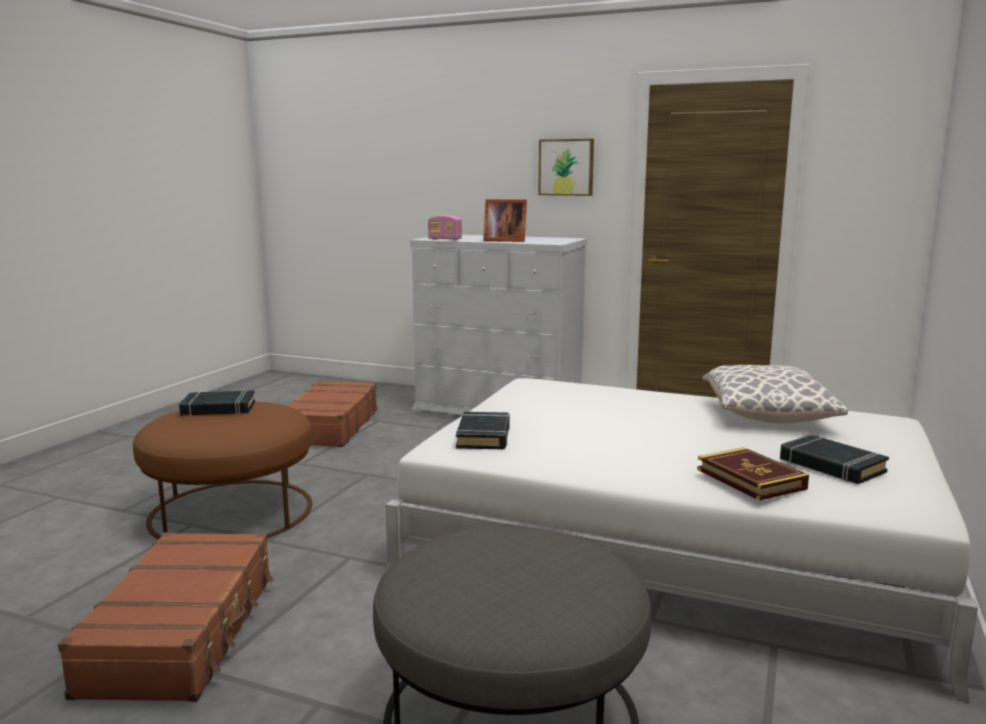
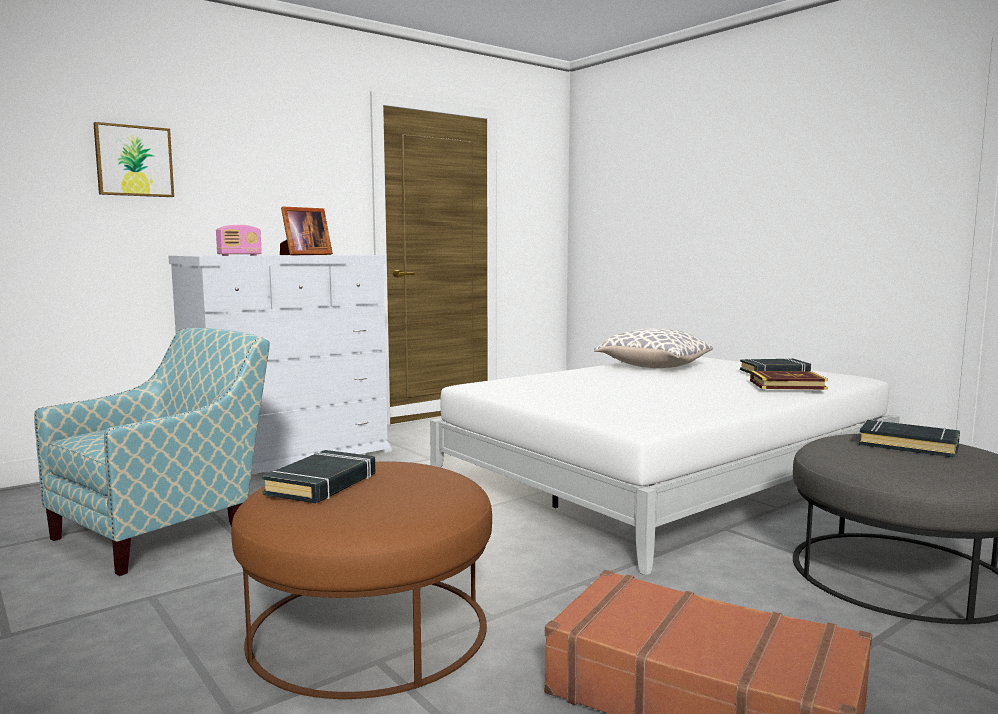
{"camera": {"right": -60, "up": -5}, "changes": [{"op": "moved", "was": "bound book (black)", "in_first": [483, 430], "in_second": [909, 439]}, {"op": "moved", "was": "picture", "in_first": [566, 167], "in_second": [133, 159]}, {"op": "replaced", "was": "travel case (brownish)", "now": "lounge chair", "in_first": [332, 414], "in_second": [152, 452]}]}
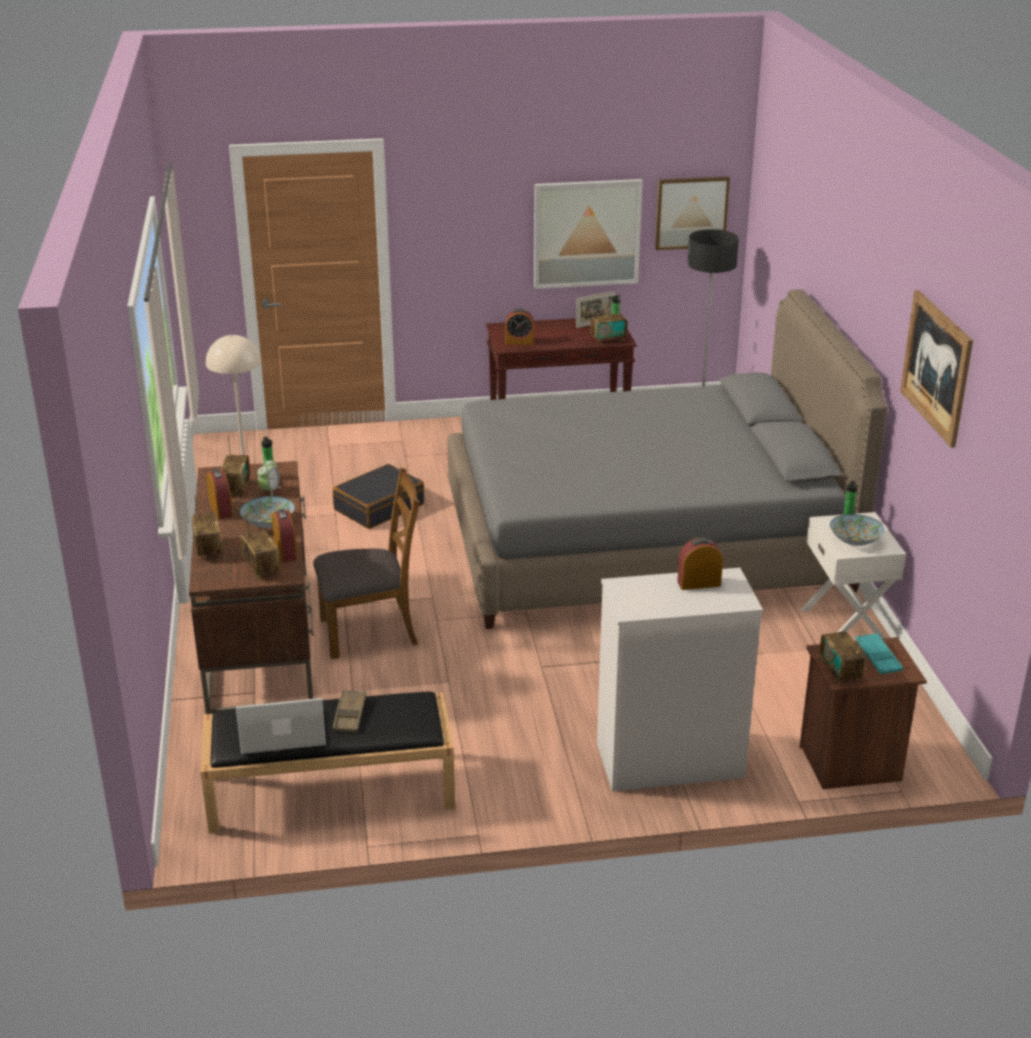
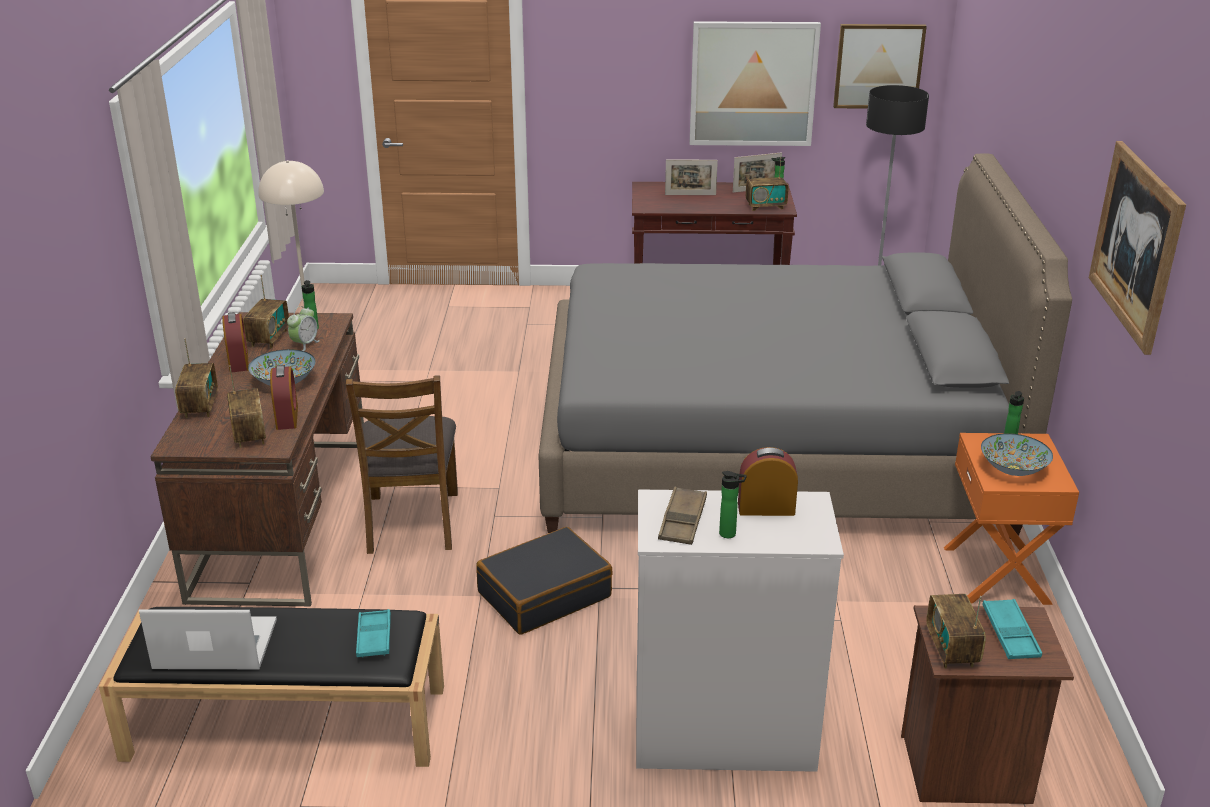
{"camera": {"right": 10, "up": 0}, "changes": [{"op": "removed", "was": "alarm clock", "in_first": [519, 326]}, {"op": "added", "now": "tray (turquoise-coloured)", "in_second": [373, 633]}, {"op": "added", "now": "photo frame", "in_second": [691, 177]}, {"op": "added", "now": "bottle", "in_second": [733, 504]}, {"op": "moved", "was": "travel case (black)", "in_first": [378, 496], "in_second": [544, 581]}, {"op": "moved", "was": "tray (brownish)", "in_first": [349, 711], "in_second": [682, 516]}, {"op": "recoloured", "was": "bedside table (whitish)", "now": "bedside table (orangey)", "in_first": [853, 575], "in_second": [1011, 519]}, {"op": "turned", "was": "plain chair (brownish)", "in_first": [366, 563], "in_second": [402, 464], "clockwise": 90}]}
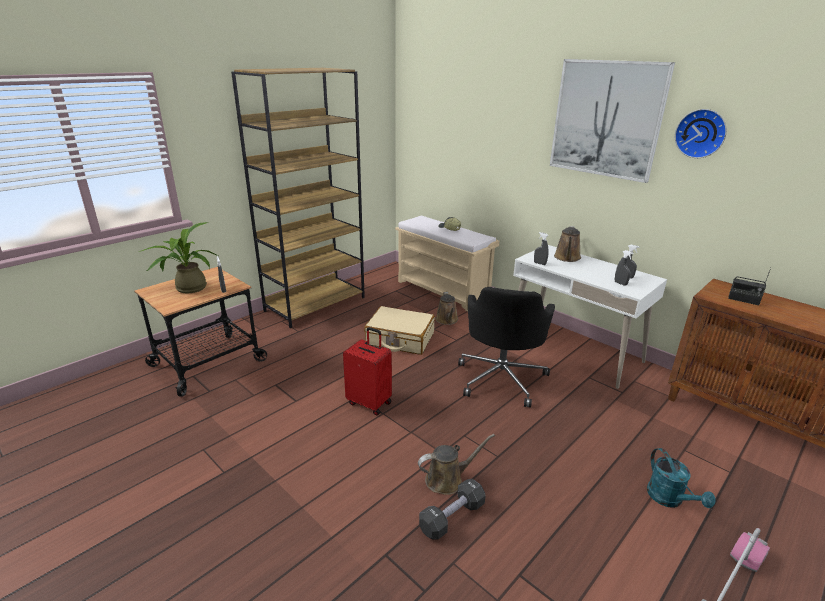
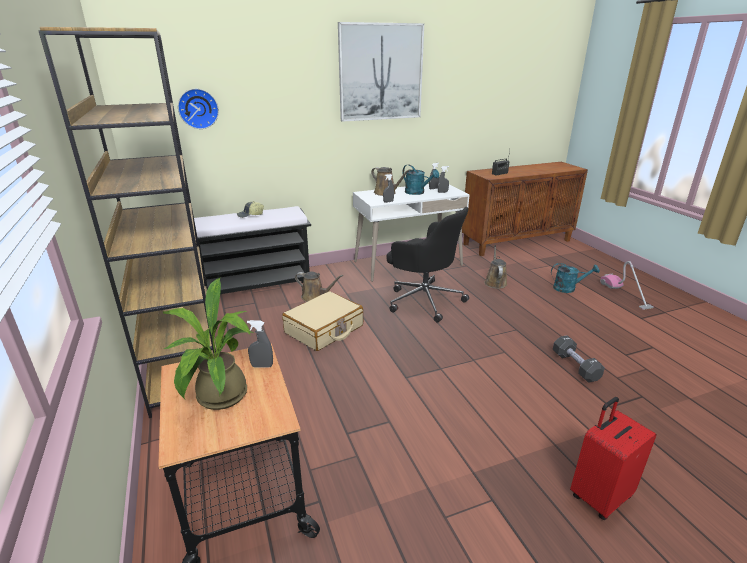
{"camera": {"right": -65, "up": 0}, "changes": [{"op": "added", "now": "sprinkling can (turquoise-coloured)", "in_second": [420, 180]}, {"op": "moved", "was": "travel case (reddish)", "in_first": [367, 371], "in_second": [613, 458]}, {"op": "moved", "was": "sprinkling can (brownish)", "in_first": [456, 464], "in_second": [495, 267]}, {"op": "moved", "was": "wall clock", "in_first": [701, 133], "in_second": [198, 109]}, {"op": "recoloured", "was": "bench (beige-coloured)", "now": "bench (black)", "in_first": [447, 264], "in_second": [252, 250]}]}
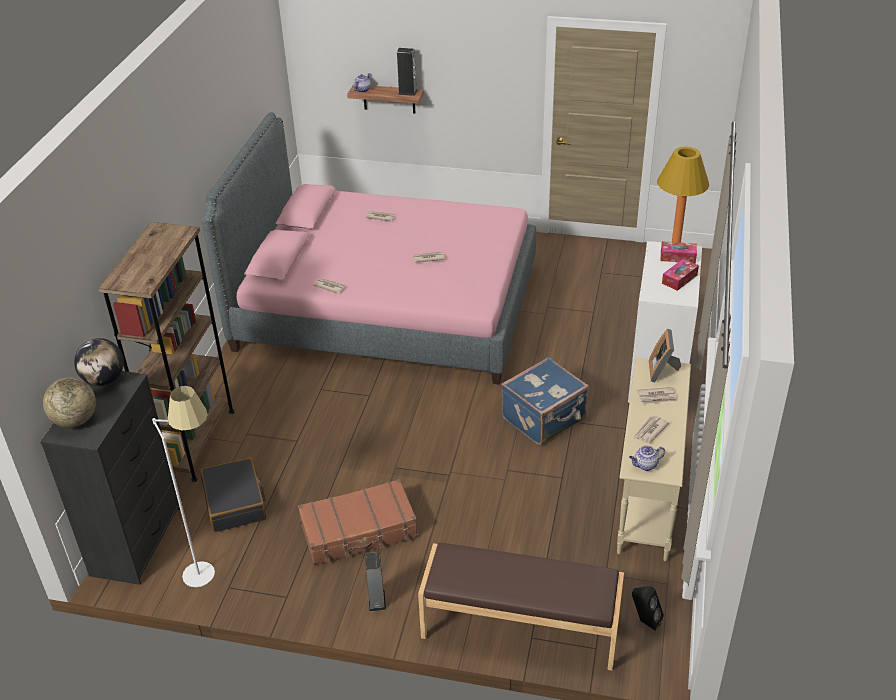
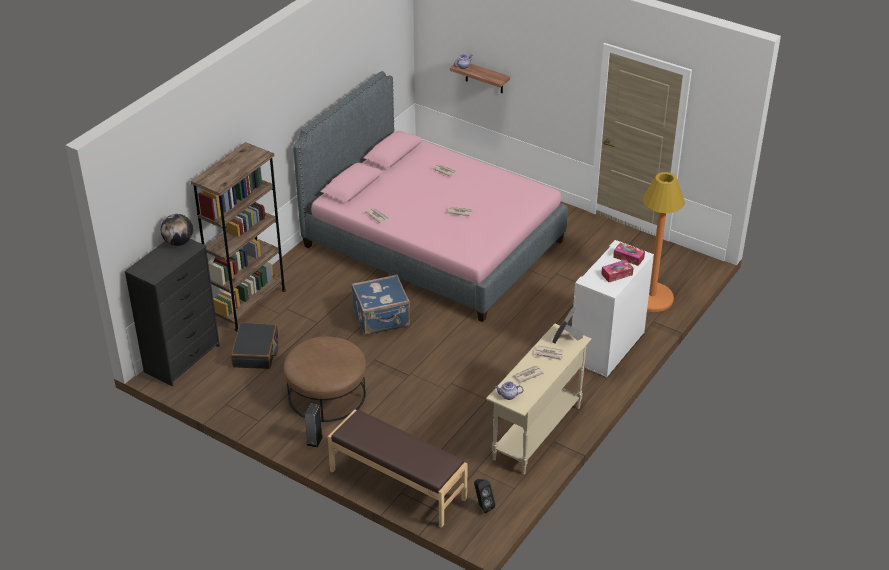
{"camera": {"right": 20, "up": 0}, "changes": [{"op": "removed", "was": "world globe", "in_first": [69, 402]}, {"op": "removed", "was": "standard lamp (whitish)", "in_first": [183, 486]}, {"op": "removed", "was": "speaker", "in_first": [407, 72]}, {"op": "moved", "was": "travel case (bluish)", "in_first": [545, 401], "in_second": [380, 304]}, {"op": "replaced", "was": "travel case (brownish)", "now": "footrest (brownish)", "in_first": [358, 522], "in_second": [325, 379]}]}
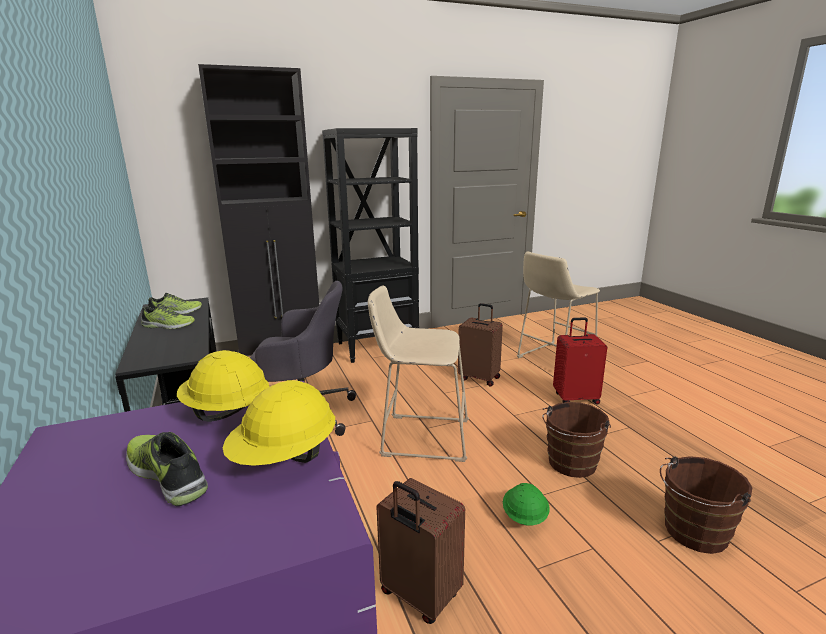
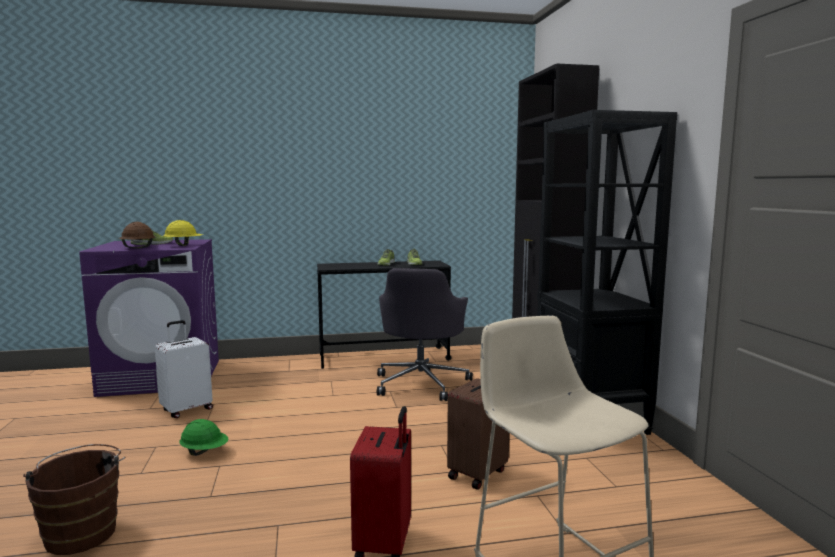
{"camera": {"right": 100, "up": -10}, "changes": [{"op": "removed", "was": "sitting stool (beige-coloured)", "in_first": [418, 374]}, {"op": "removed", "was": "bucket (brownish)", "in_first": [576, 440]}, {"op": "recoloured", "was": "safety helmet (yellowish)", "now": "safety helmet (brownish)", "in_first": [279, 423], "in_second": [137, 235]}, {"op": "recoloured", "was": "travel case (brownish)", "now": "travel case (whitish)", "in_first": [420, 551], "in_second": [184, 369]}]}
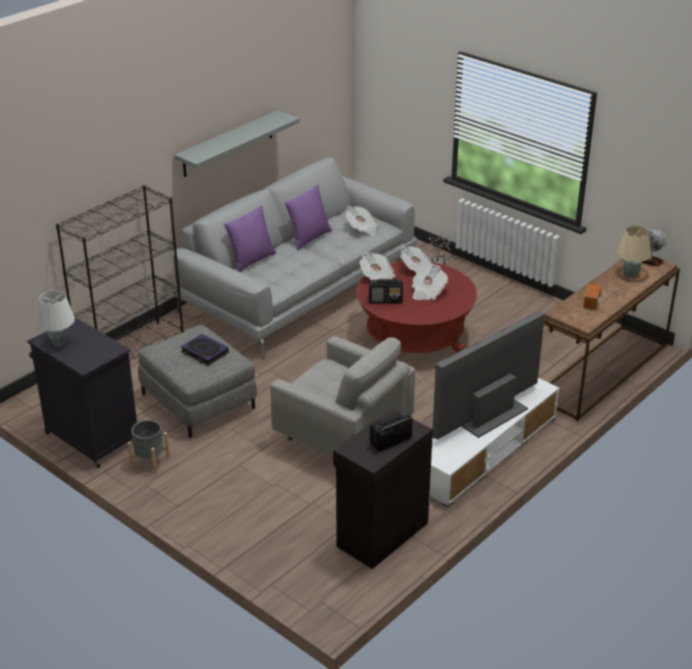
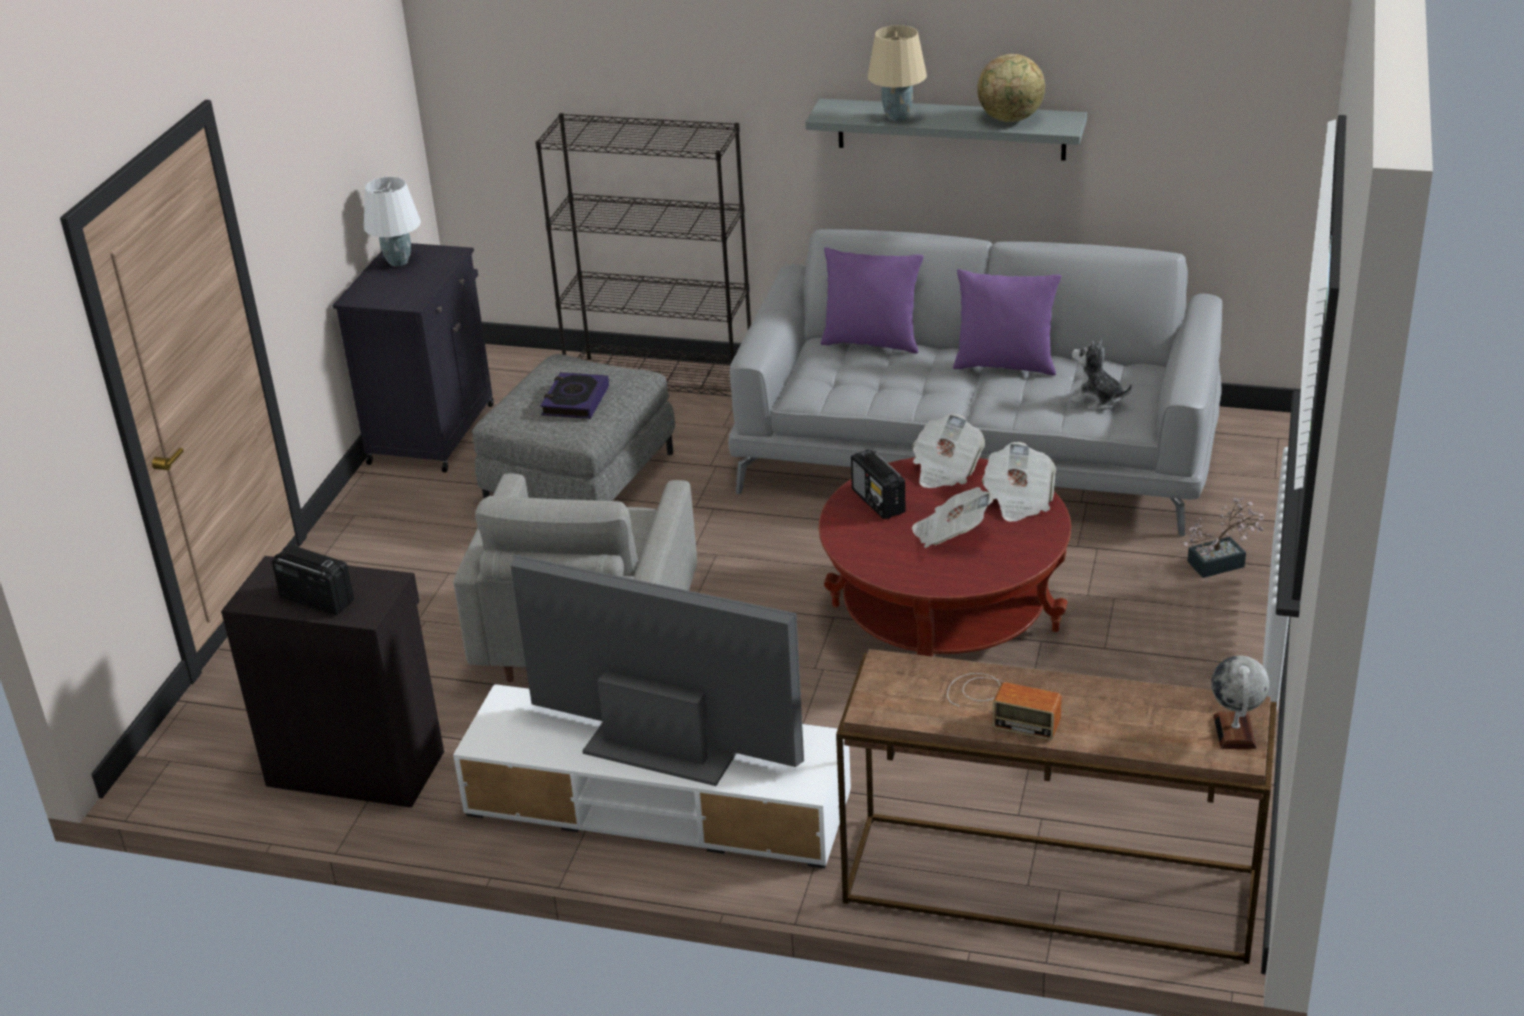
{"camera": {"right": 65, "up": 0}, "changes": [{"op": "removed", "was": "planter (grey)", "in_first": [149, 447]}, {"op": "added", "now": "world globe", "in_second": [1011, 88]}, {"op": "moved", "was": "tabletop lamp (beige-coloured)", "in_first": [634, 251], "in_second": [897, 73]}, {"op": "replaced", "was": "newspaper", "now": "plush toy", "in_first": [362, 221], "in_second": [1101, 374]}, {"op": "turned", "was": "radio set", "in_first": [603, 296], "in_second": [1004, 706], "clockwise": -150}]}
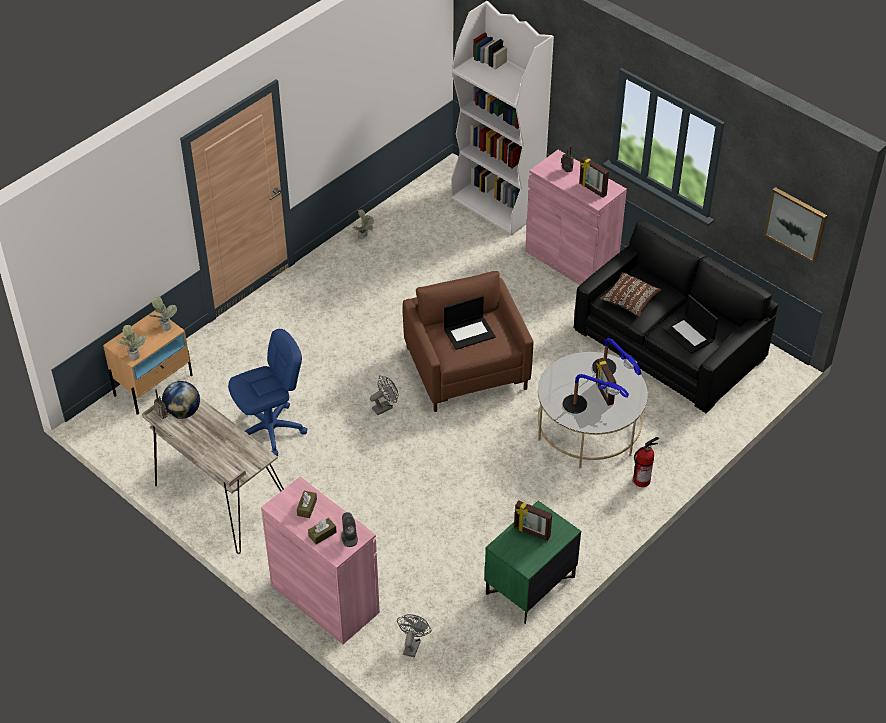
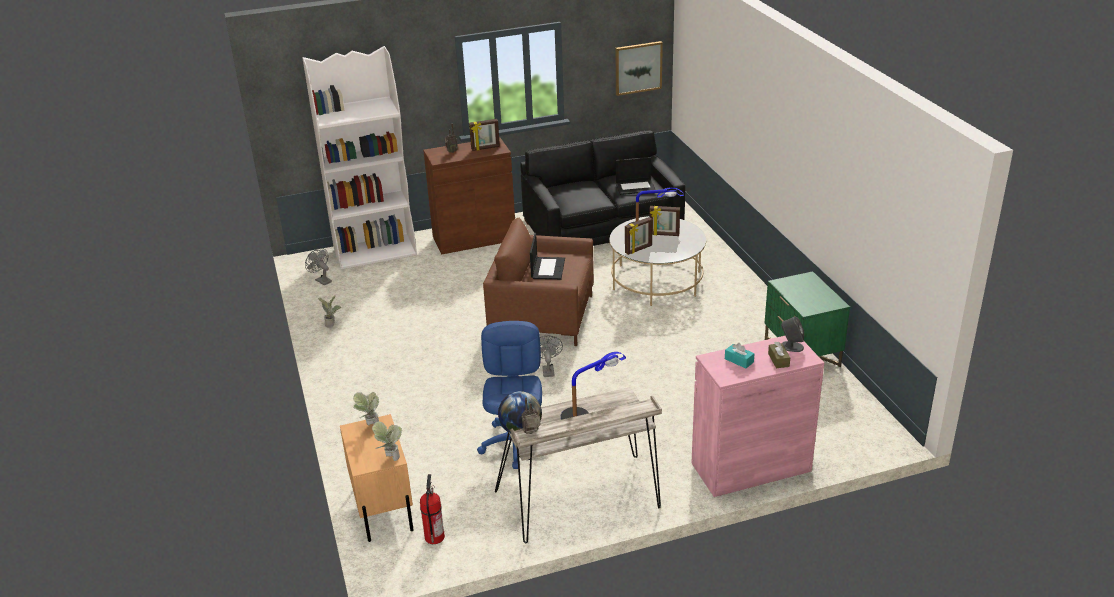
{"camera": {"right": -60, "up": -15}, "changes": [{"op": "removed", "was": "pillow (brownish)", "in_first": [630, 295]}, {"op": "moved", "was": "electric fan (grey)", "in_first": [414, 636], "in_second": [318, 266]}, {"op": "moved", "was": "photo frame", "in_first": [533, 520], "in_second": [638, 236]}, {"op": "moved", "was": "tabletop lamp", "in_first": [596, 394], "in_second": [593, 386]}, {"op": "moved", "was": "extinguisher", "in_first": [646, 462], "in_second": [432, 509]}, {"op": "recoloured", "was": "tissue holder (brownish)", "now": "tissue holder (turquoise-coloured)", "in_first": [307, 504], "in_second": [739, 355]}, {"op": "recoloured", "was": "cabinet (pink)", "now": "cabinet (brownish)", "in_first": [576, 217], "in_second": [469, 196]}]}
